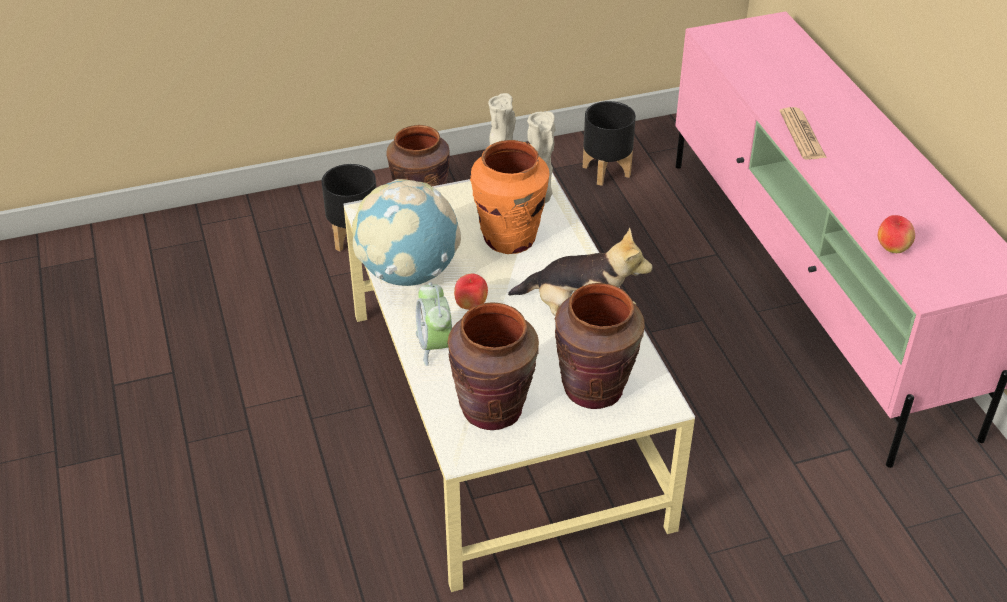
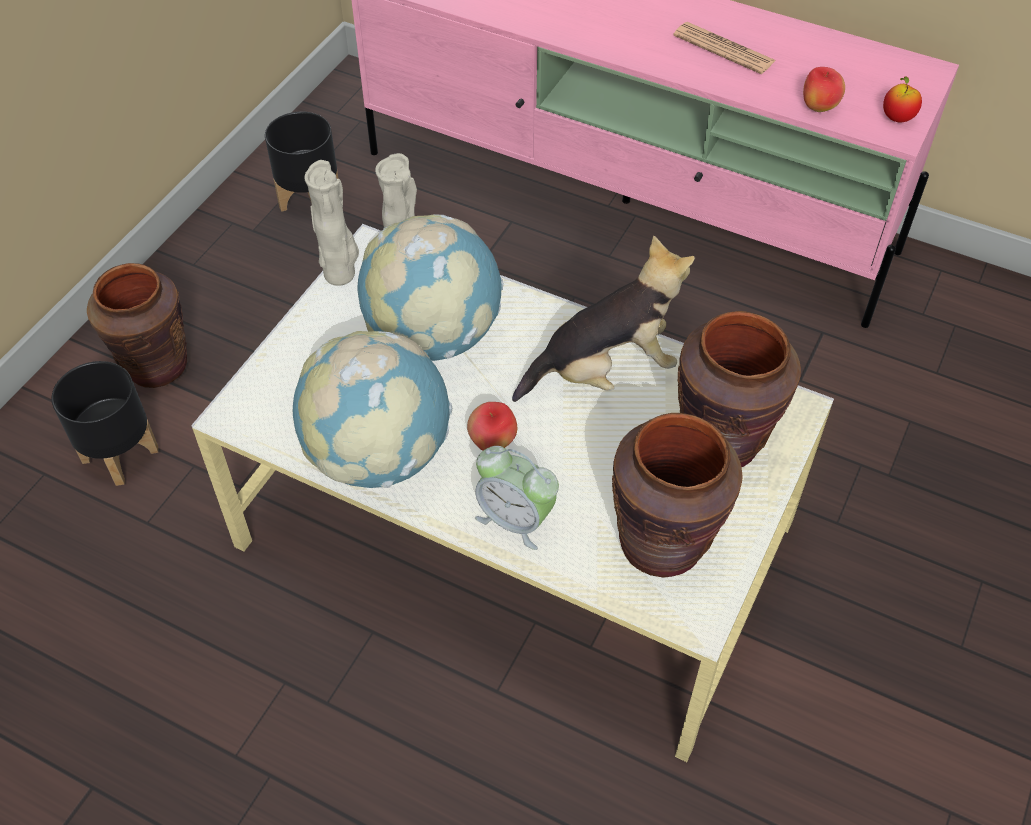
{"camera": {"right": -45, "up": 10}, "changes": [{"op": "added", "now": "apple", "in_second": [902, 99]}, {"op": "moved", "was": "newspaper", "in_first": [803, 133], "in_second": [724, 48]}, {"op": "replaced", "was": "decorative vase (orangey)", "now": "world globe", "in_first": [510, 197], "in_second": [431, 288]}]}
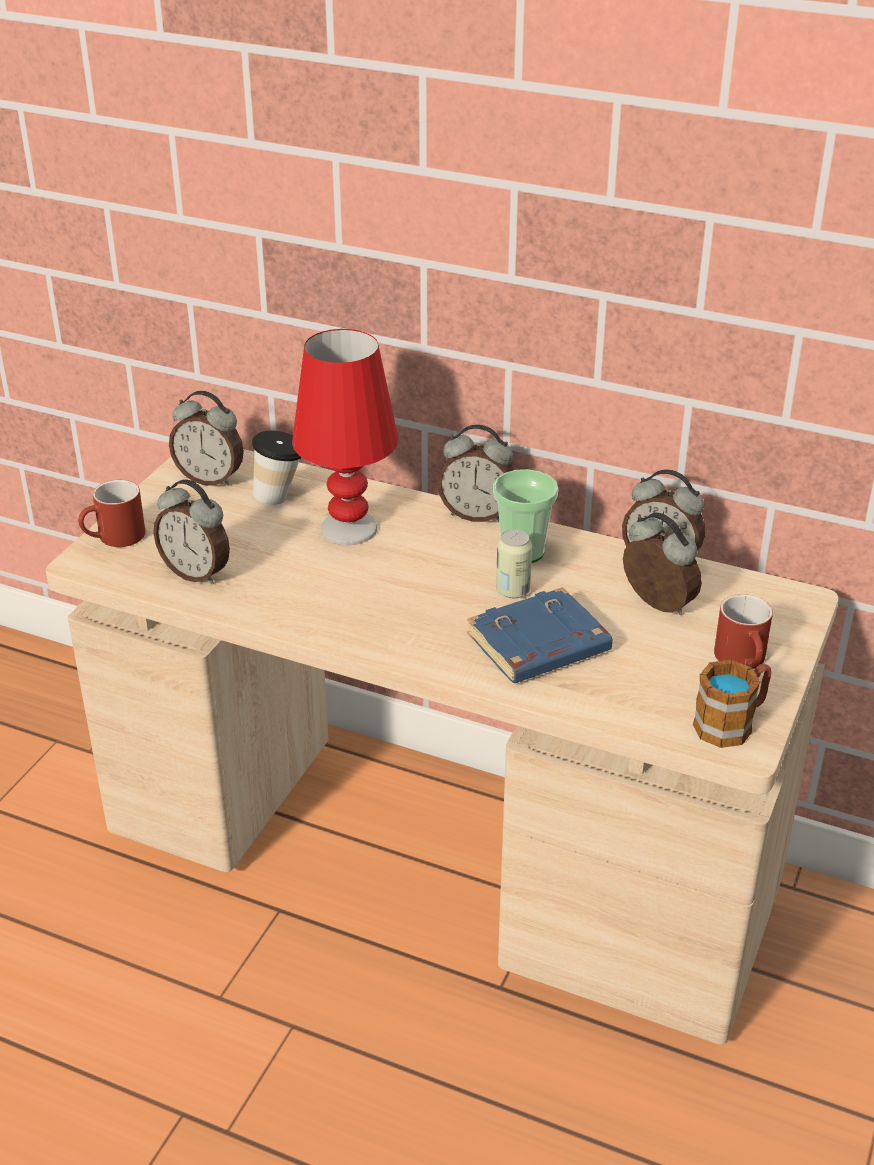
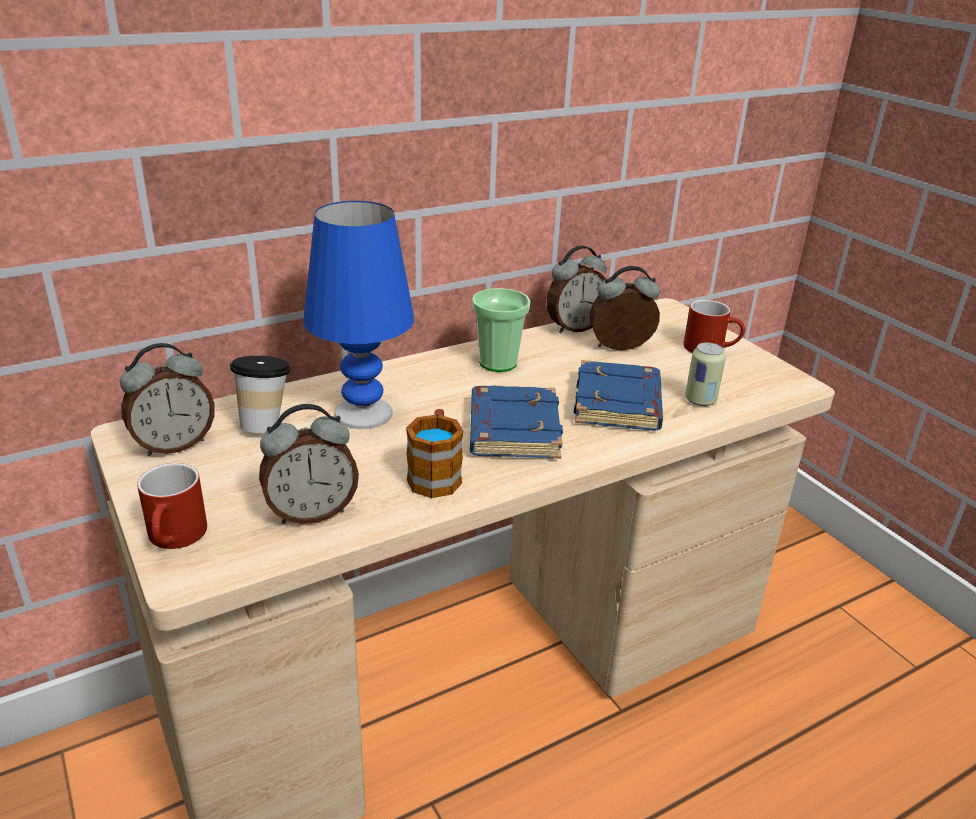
{"camera": {"right": -55, "up": -5}, "changes": [{"op": "removed", "was": "alarm clock", "in_first": [475, 473]}, {"op": "added", "now": "bound book (bluish)", "in_second": [516, 422]}, {"op": "moved", "was": "sealed can", "in_first": [514, 564], "in_second": [705, 374]}, {"op": "moved", "was": "mug", "in_first": [732, 704], "in_second": [434, 453]}, {"op": "recoloured", "was": "tabletop lamp (reddish)", "now": "tabletop lamp (bluish)", "in_first": [345, 437], "in_second": [358, 315]}]}
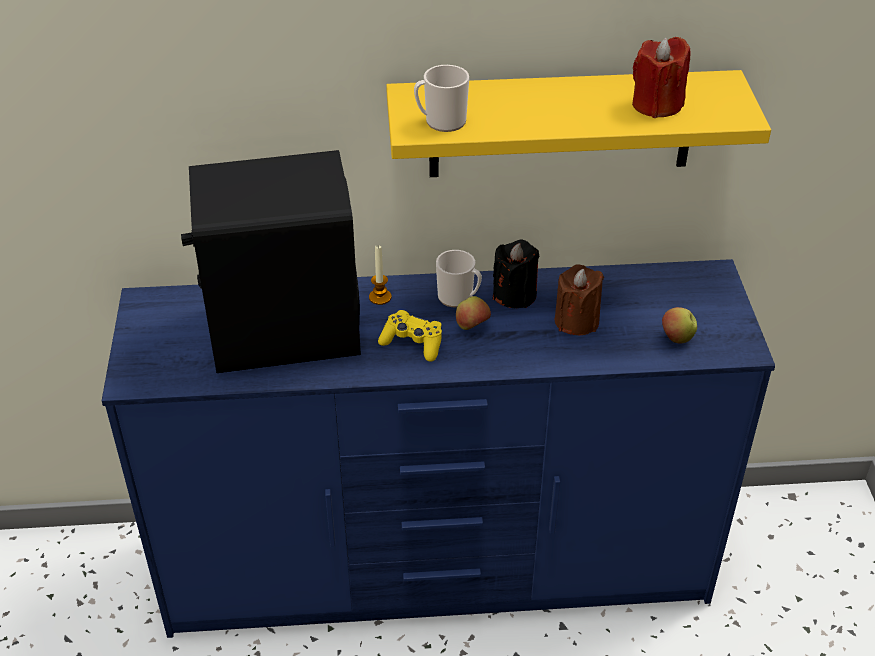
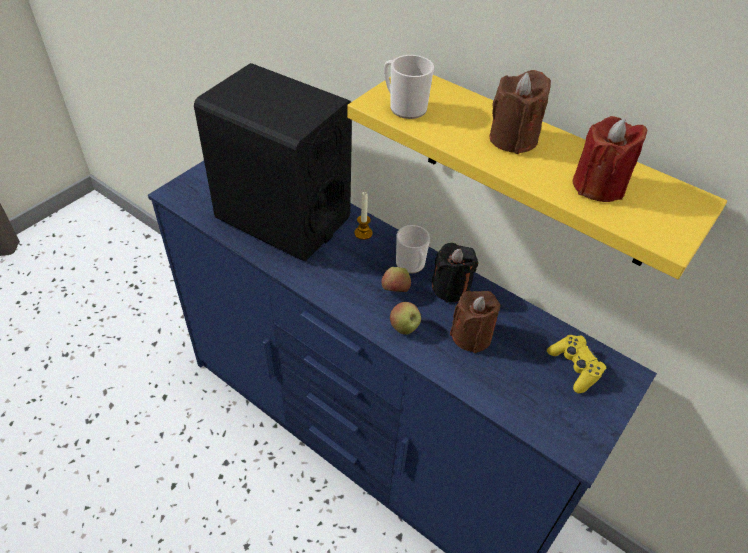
{"camera": {"right": 40, "up": 5}, "changes": [{"op": "added", "now": "wax light (brownish)", "in_second": [520, 112]}, {"op": "moved", "was": "gamepad (yellowish)", "in_first": [410, 336], "in_second": [576, 364]}, {"op": "moved", "was": "apple", "in_first": [679, 325], "in_second": [405, 318]}]}
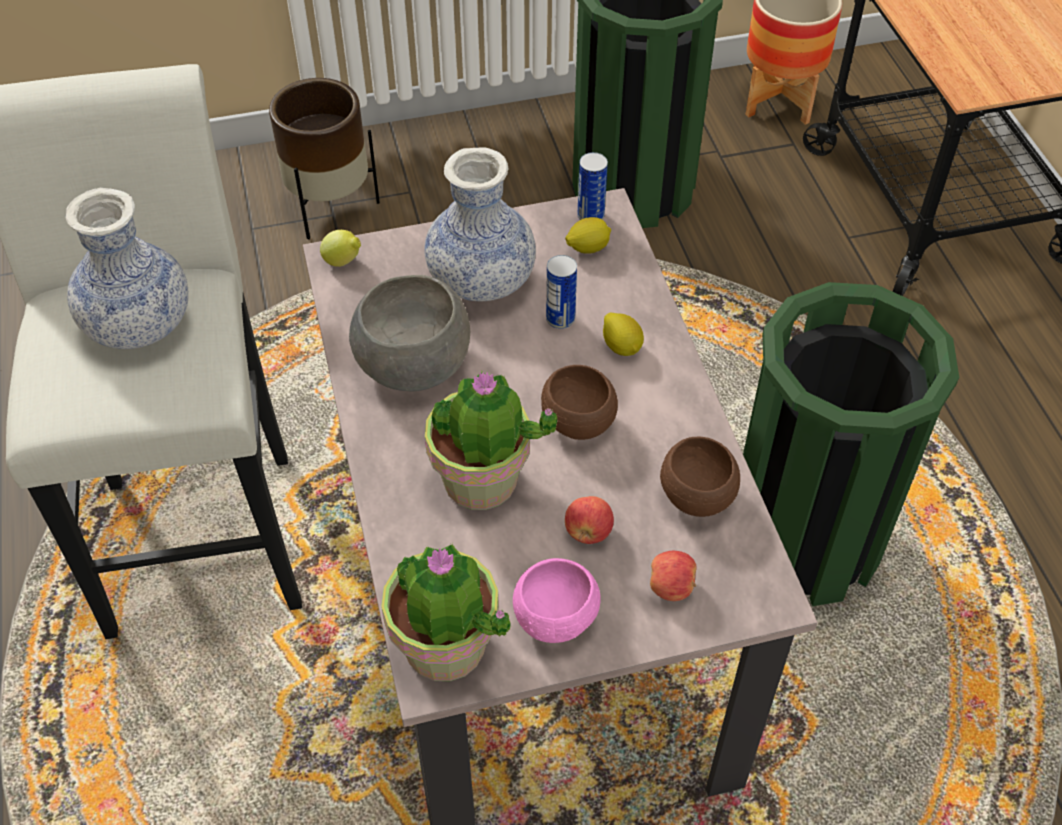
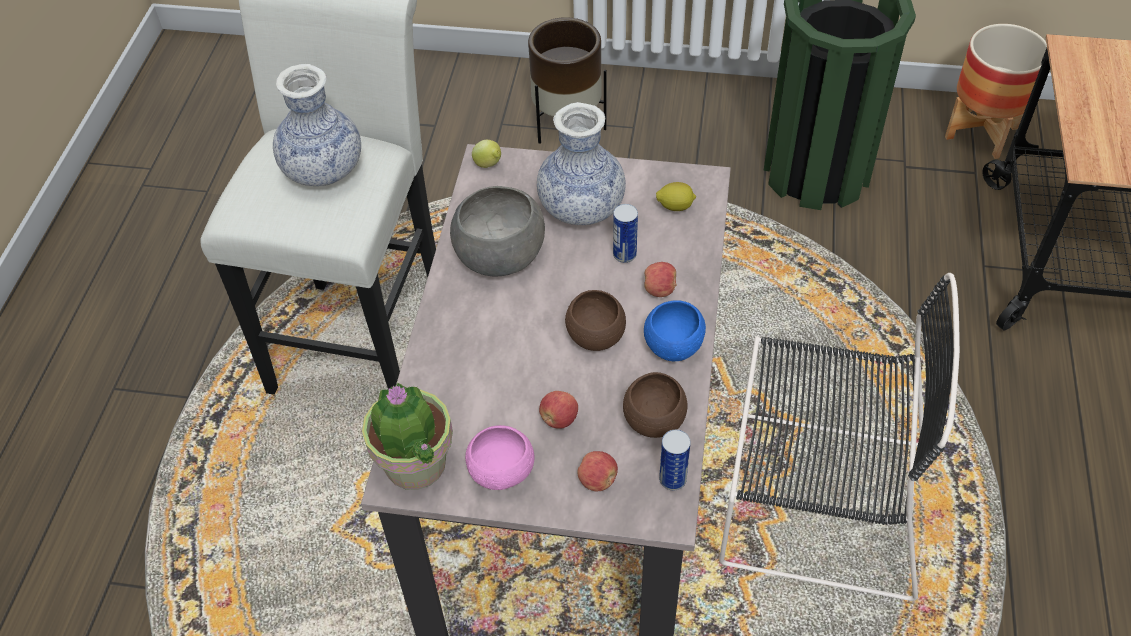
{"camera": {"right": 25, "up": 0}, "changes": [{"op": "removed", "was": "potted plant", "in_first": [491, 440]}, {"op": "added", "now": "deep dish (bluish)", "in_second": [675, 330]}, {"op": "moved", "was": "sealed can", "in_first": [592, 186], "in_second": [675, 460]}, {"op": "replaced", "was": "citrus fruit", "now": "apple", "in_first": [623, 334], "in_second": [661, 279]}, {"op": "replaced", "was": "trash can (green)", "now": "plain chair (black)", "in_first": [851, 444], "in_second": [839, 437]}]}
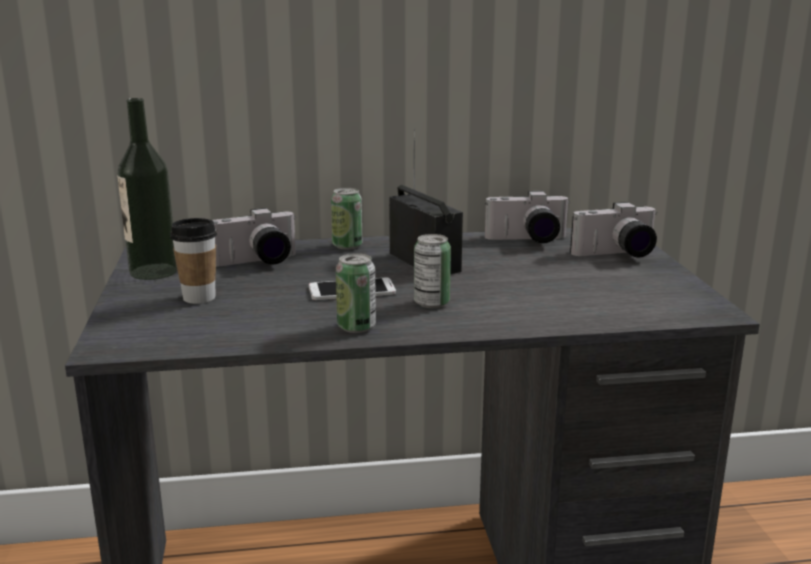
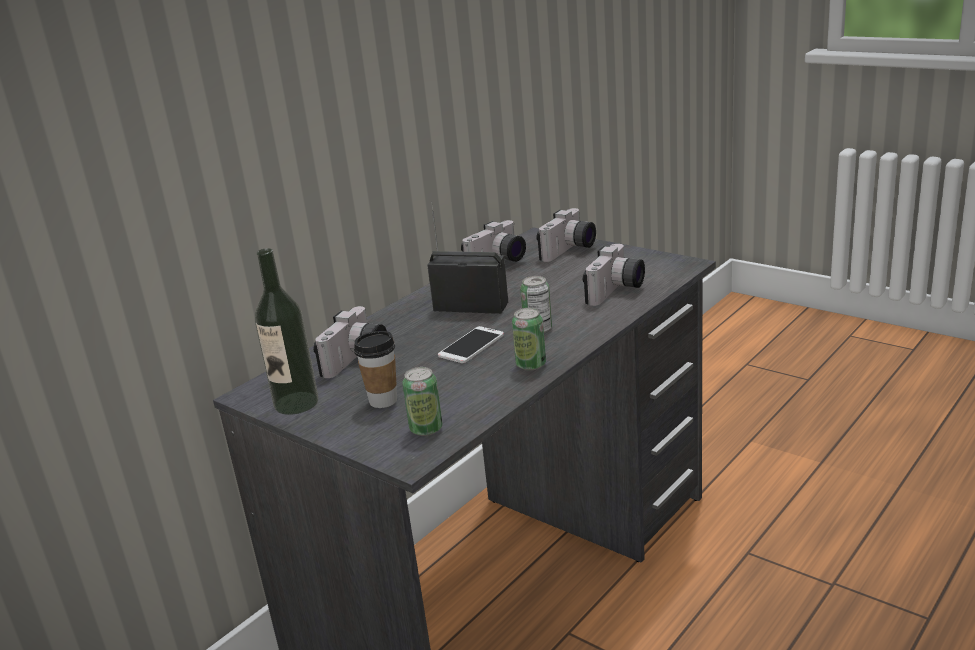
{"camera": {"right": -40, "up": 5}, "changes": [{"op": "added", "now": "still camera", "in_second": [614, 275]}, {"op": "moved", "was": "sealed can", "in_first": [346, 219], "in_second": [423, 401]}]}
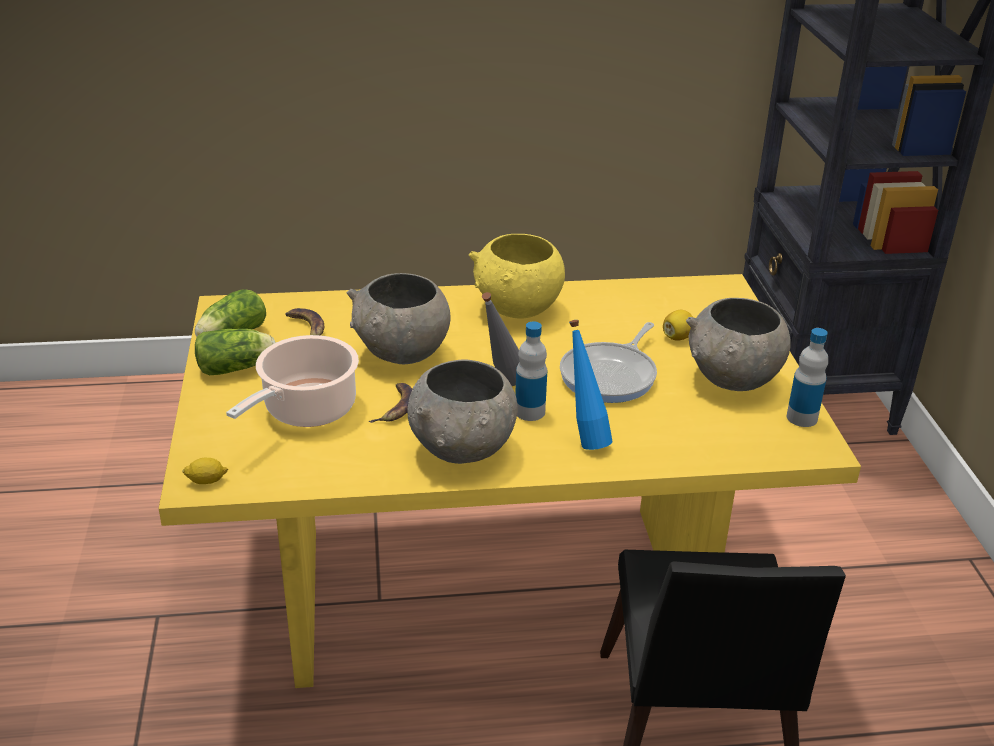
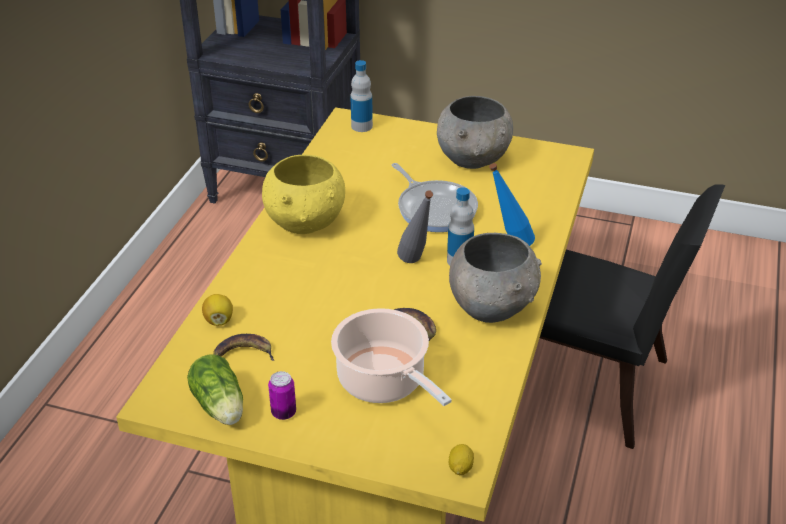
{"camera": {"right": -65, "up": 5}, "changes": [{"op": "removed", "was": "deep dish (grey)", "in_first": [398, 318]}, {"op": "moved", "was": "citrus fruit", "in_first": [678, 325], "in_second": [217, 310]}, {"op": "moved", "was": "bottle", "in_first": [807, 377], "in_second": [361, 96]}, {"op": "replaced", "was": "lettuce", "now": "sealed can", "in_first": [235, 352], "in_second": [282, 395]}]}
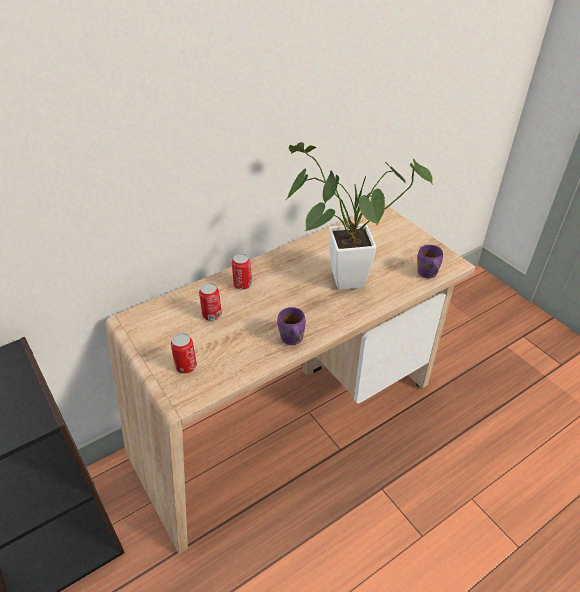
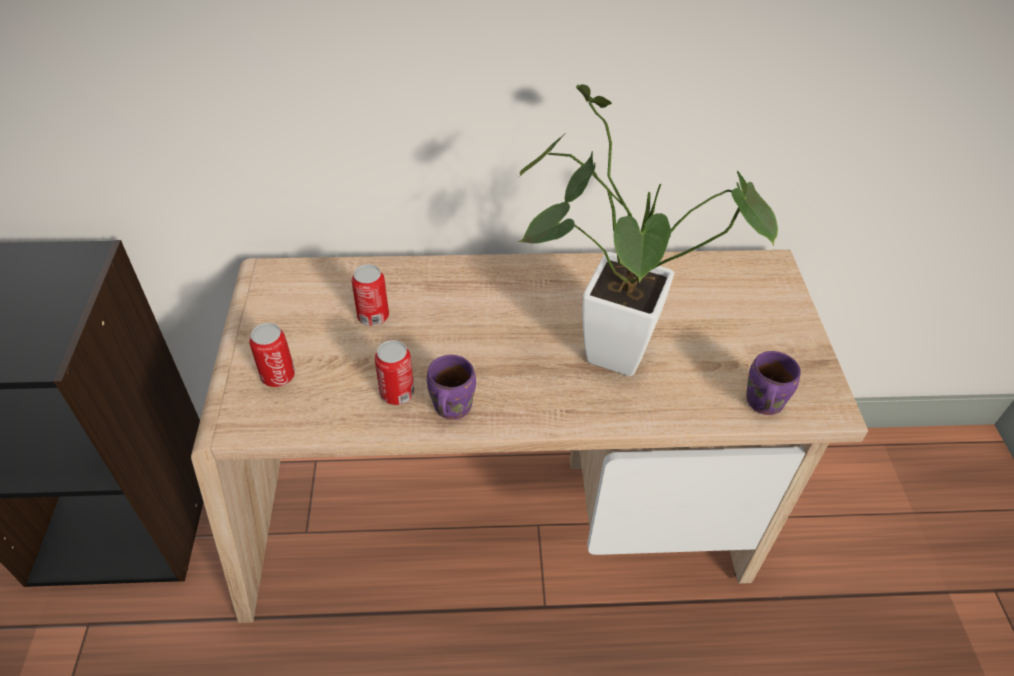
{"camera": {"right": 30, "up": 5}, "changes": [{"op": "moved", "was": "sealed can", "in_first": [242, 271], "in_second": [394, 372]}]}
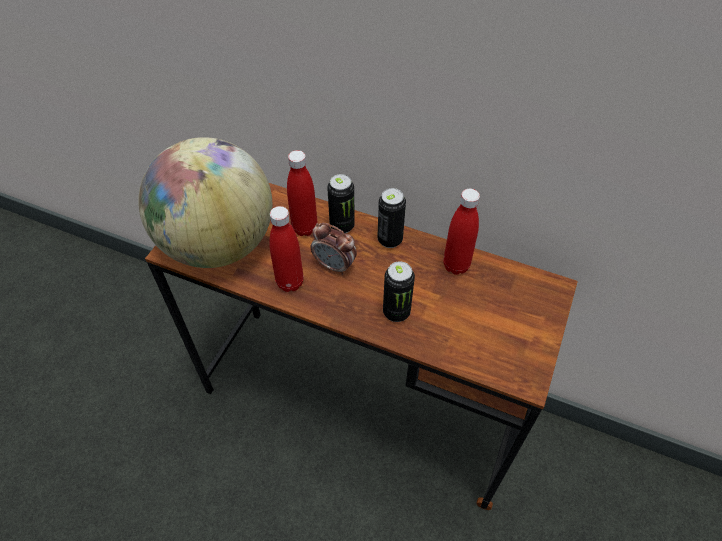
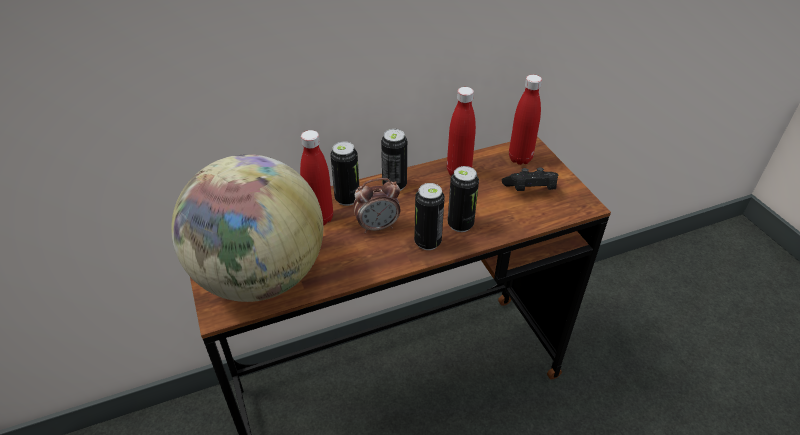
{"camera": {"right": -45, "up": -10}, "changes": [{"op": "added", "now": "sealed can", "in_second": [429, 216]}, {"op": "added", "now": "gamepad (black)", "in_second": [530, 179]}, {"op": "moved", "was": "bottle (reddish)", "in_first": [286, 249], "in_second": [525, 120]}]}
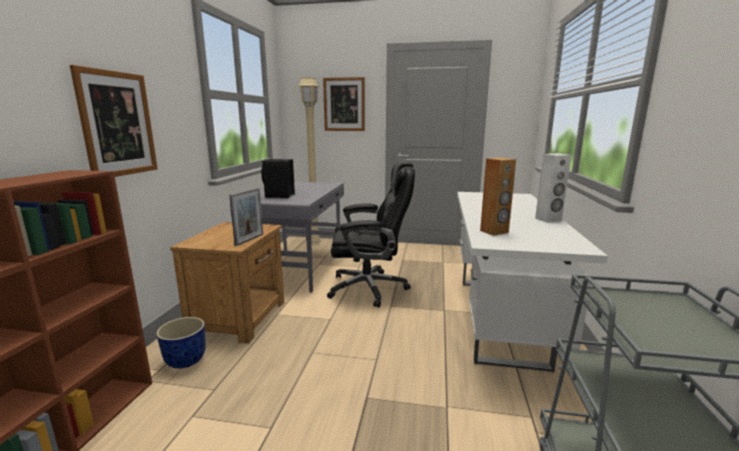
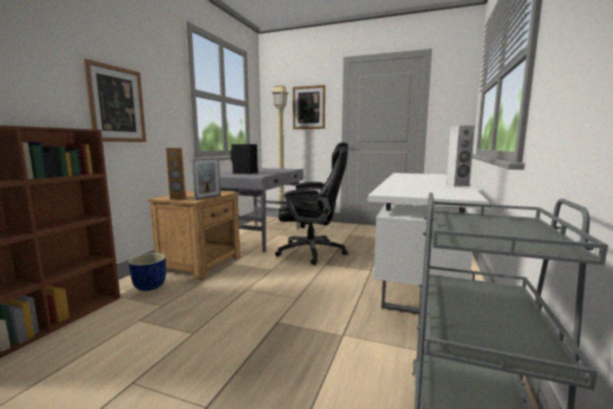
{"camera": {"right": 10, "up": -5}, "changes": [{"op": "moved", "was": "speaker (brownish)", "in_first": [498, 197], "in_second": [176, 174]}]}
